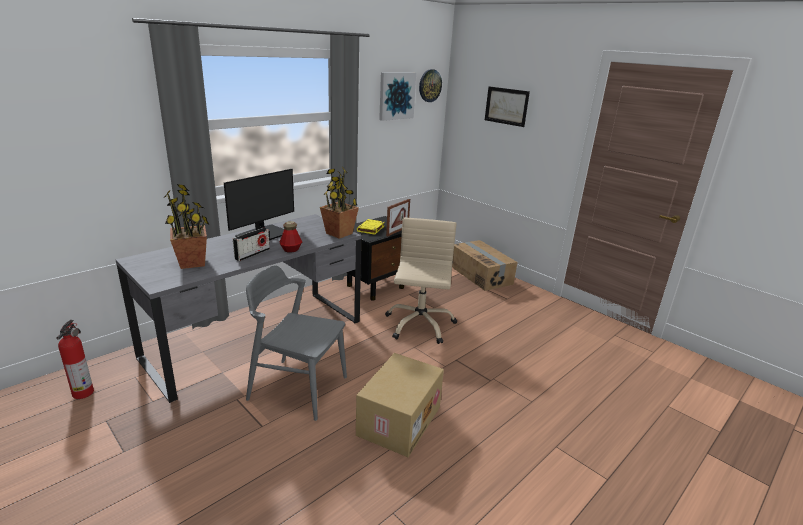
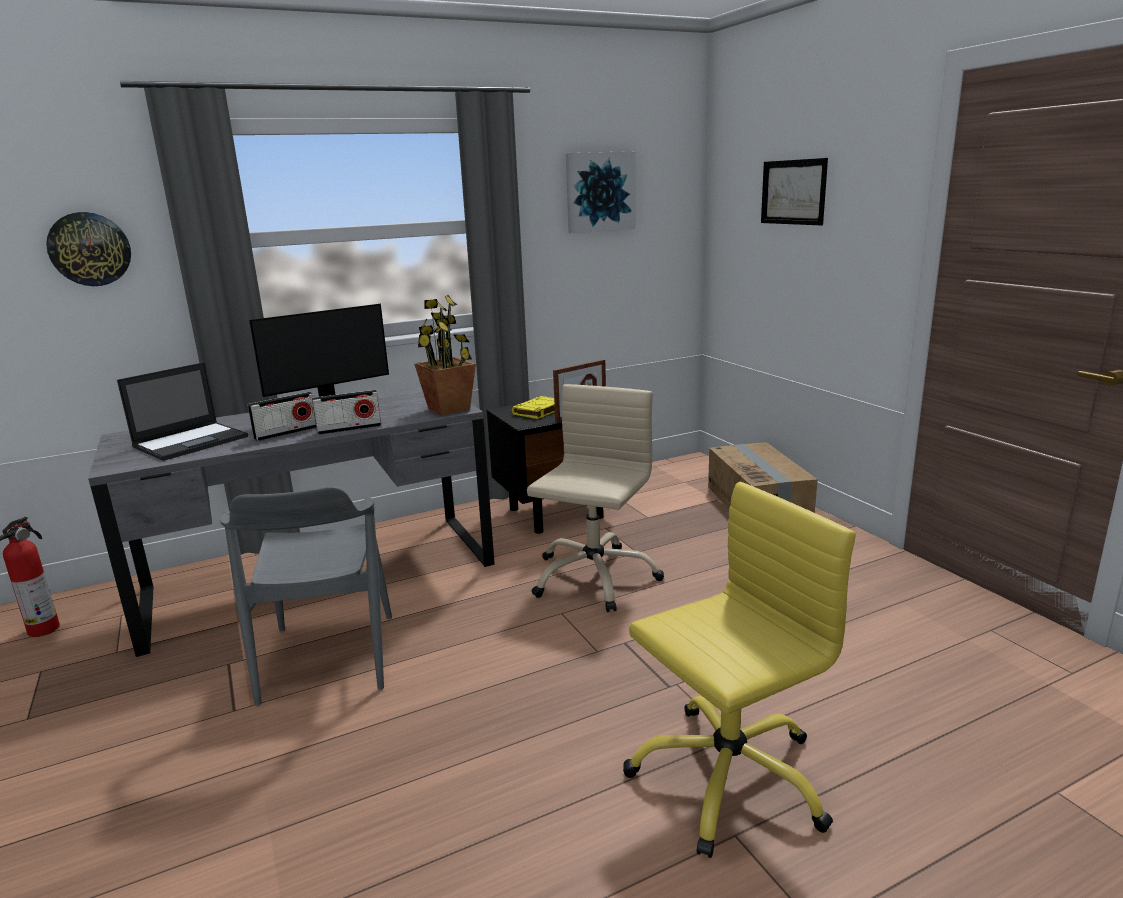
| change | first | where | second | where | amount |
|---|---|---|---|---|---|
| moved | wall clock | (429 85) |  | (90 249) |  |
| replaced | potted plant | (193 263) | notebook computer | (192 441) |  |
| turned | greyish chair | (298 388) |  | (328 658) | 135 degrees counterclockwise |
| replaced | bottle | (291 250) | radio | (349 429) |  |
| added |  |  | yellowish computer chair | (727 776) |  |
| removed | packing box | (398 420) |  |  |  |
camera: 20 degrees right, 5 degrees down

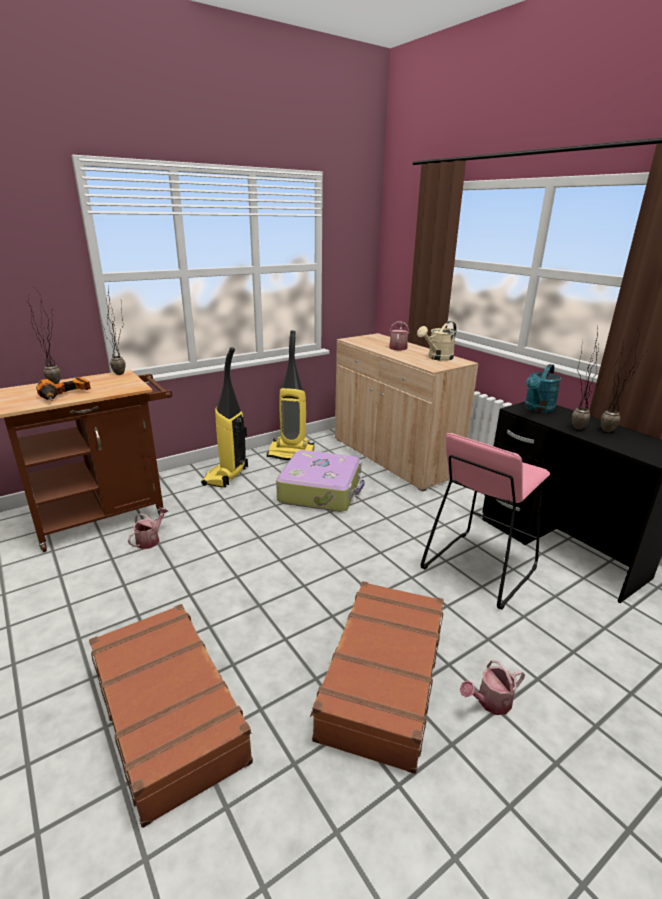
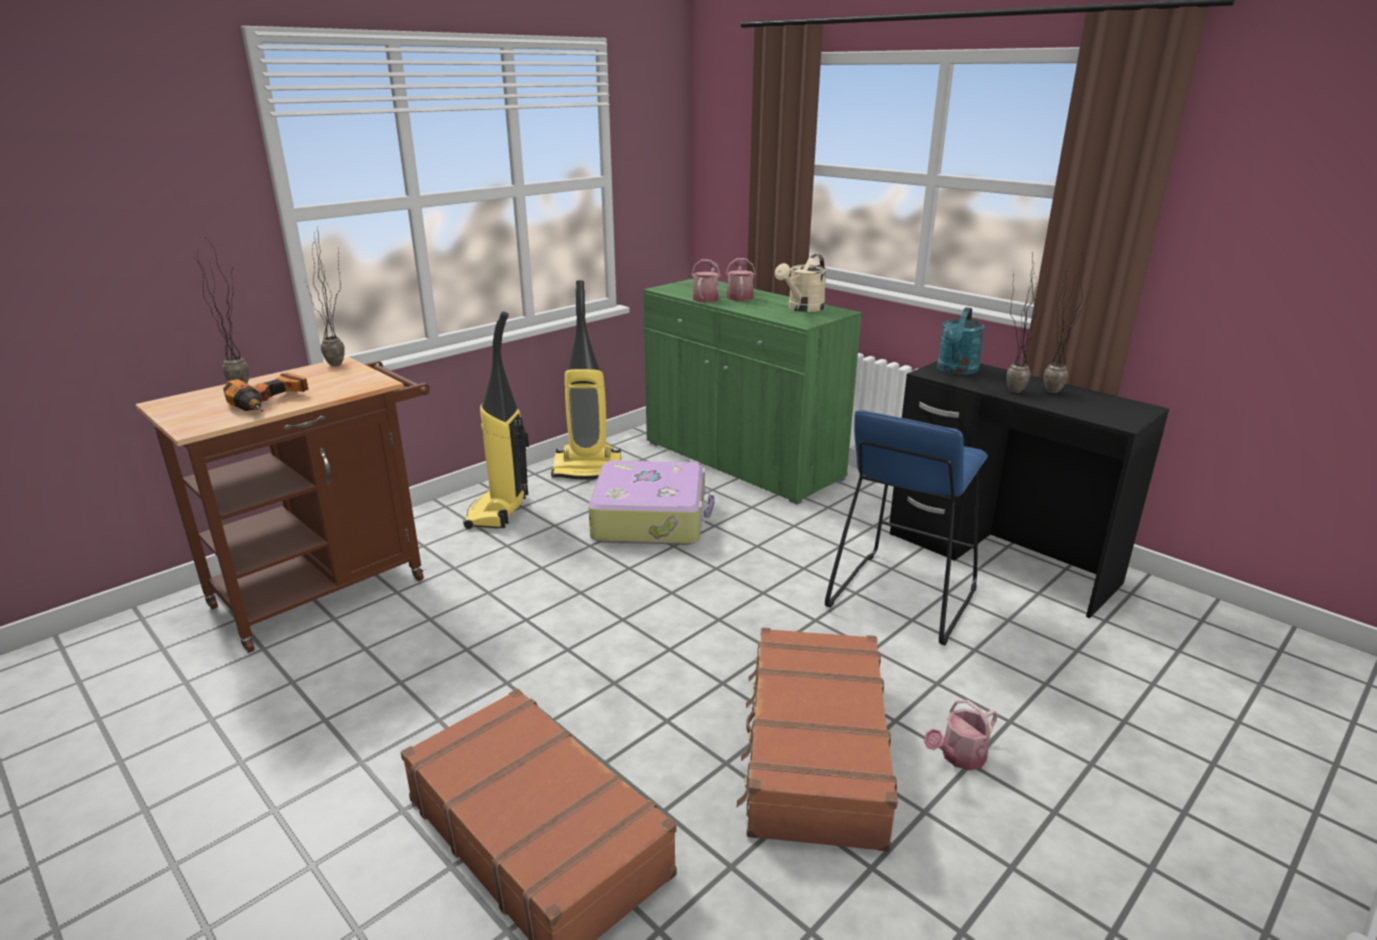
| change | first | where | second | where | amount |
|---|---|---|---|---|---|
| recoloured | beige cabinet | (393 457) | greenish cabinet | (741 461) |  |
| moved | watering can | (150 540) |  | (706 298) |  |
| recoloured | pink-coloured stool seat | (478 567) | blue-coloured stool seat | (901 596) |  |
camera: 10 degrees left, 0 degrees up

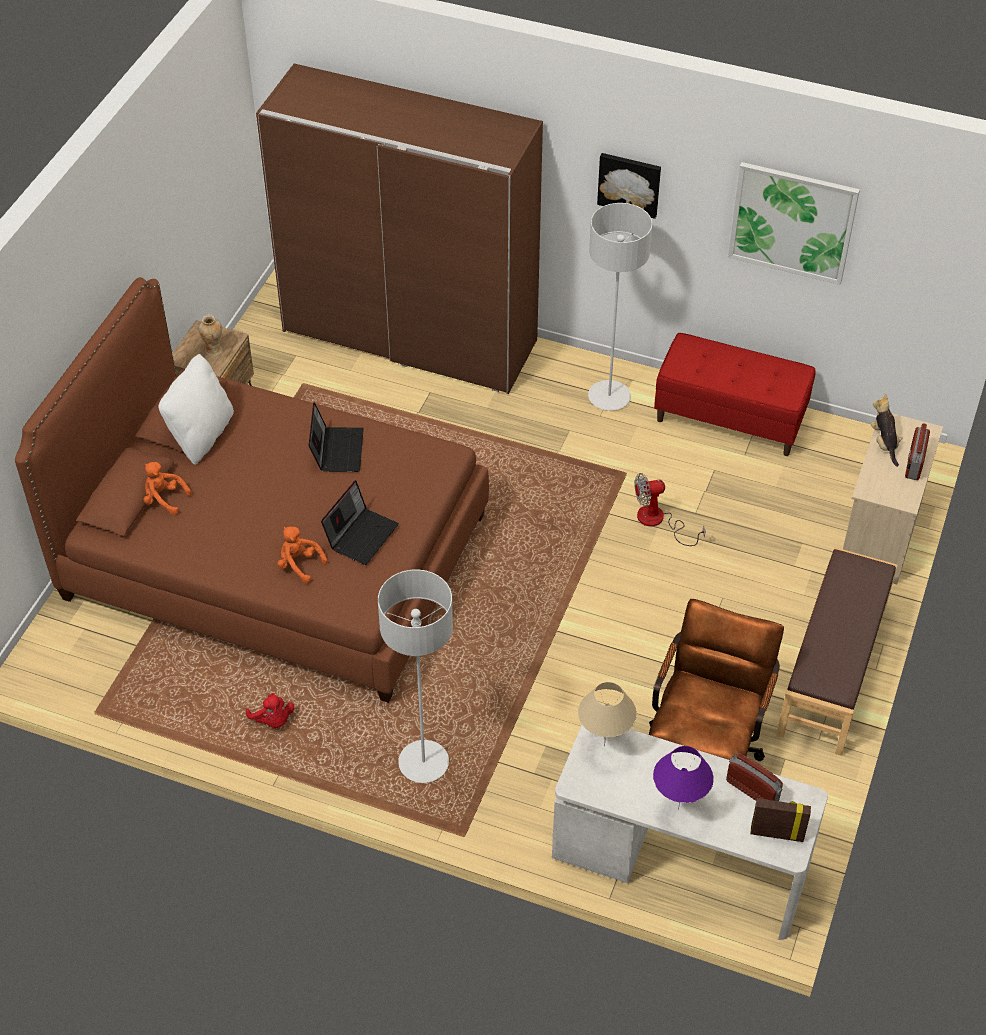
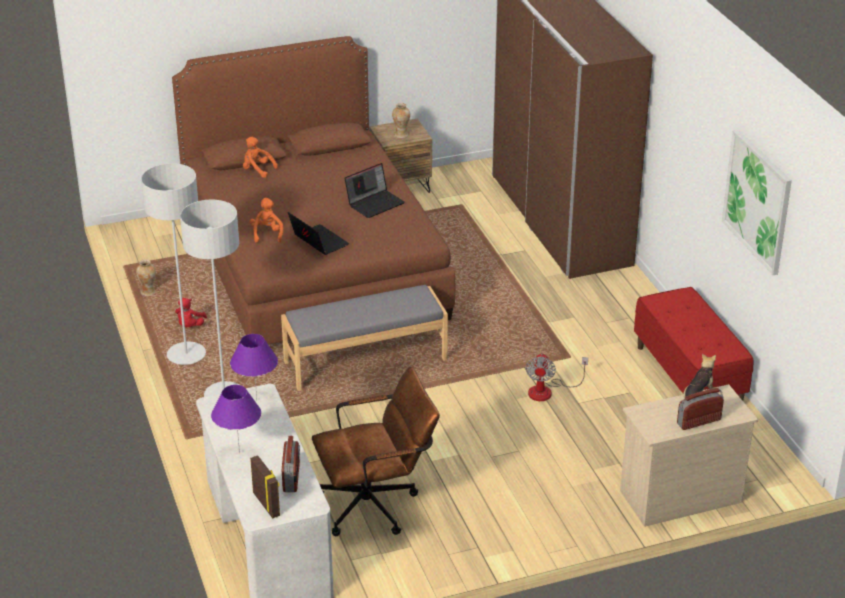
| change | first | where | second | where | amount |
|---|---|---|---|---|---|
| added |  |  | flower vase | (148 292) |  |
| moved | greyish floor lamp | (609 397) |  | (186 355) |  |
| recoloured | beige lamp for a table | (604 746) | purple-coloured lamp for a table | (256 401) |  |
| turned | orangey plush toy | (164 499) |  | (257 170) | 45 degrees counterclockwise |
| added |  |  | greyish indoor bench | (365 360) |  |
| turned | notebook computer | (361 535) |  | (318 242) | 120 degrees counterclockwise |
| turned | electric fan | (658 521) |  | (547 391) | 120 degrees counterclockwise |
| removed | white pillow | (201 436) |  |  |  |
| removed | picture | (629 183) |  |  |  |
| removed | brown-coloured indoor bench | (833 670) |  |  |  |
camera: 50 degrees right, 15 degrees down

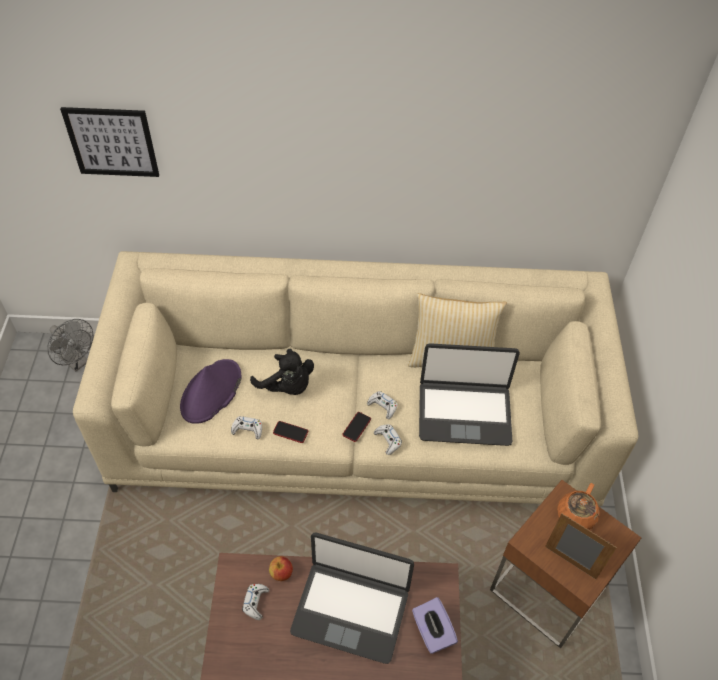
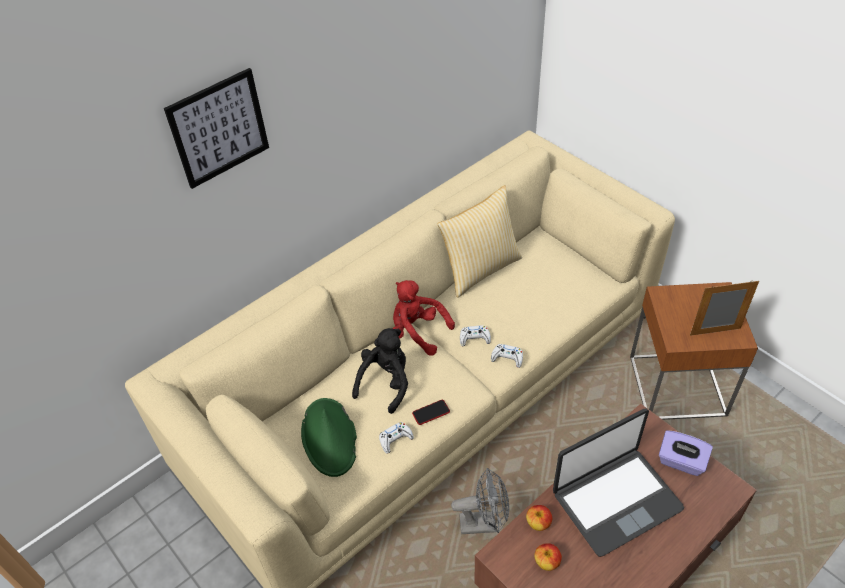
| change | first | where | second | where | amount |
|---|---|---|---|---|---|
| moved | picture | (112 142) |  | (219 128) |  |
| recoloured | purple-coloured wearable hat | (211 392) | greenish wearable hat | (329 438) |  |
| turned | black plush toy | (287 386) |  | (386 383) | 60 degrees counterclockwise |
| added |  |  | red plush toy | (417 332) |  |
| moved | greyish electric fan | (77 362) |  | (484 523) |  |
| replaced | white game controller | (255 602) | apple fruit | (547 562) |  |
| removed | handset | (356 427) |  |  |  |
| removed | notebook computer | (464 413) |  |  |  |
| removed | orangey pot for tea | (575 517) |  |  |  |
camera: 40 degrees left, 5 degrees down

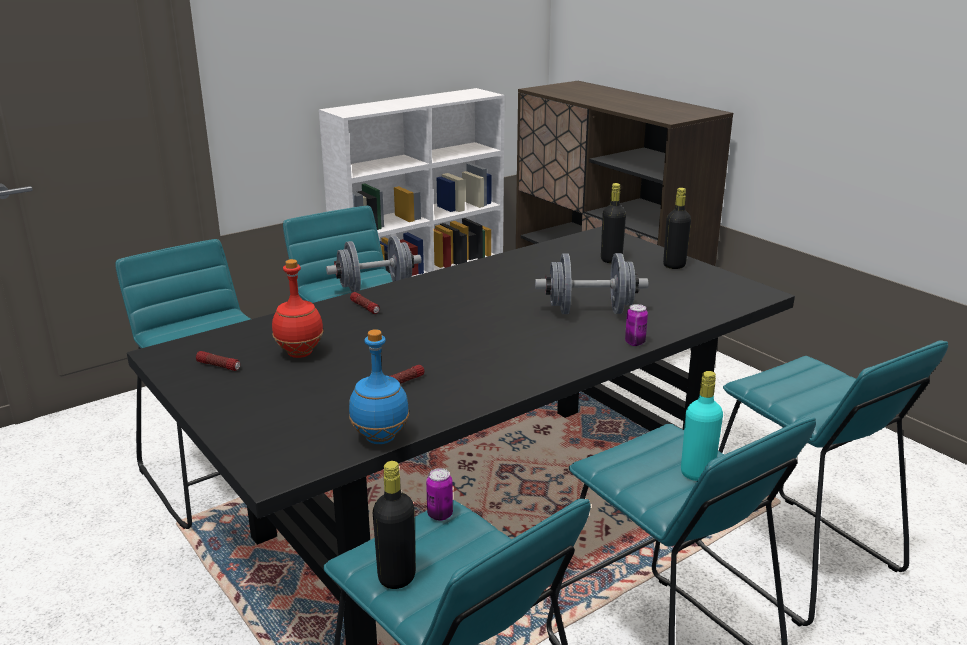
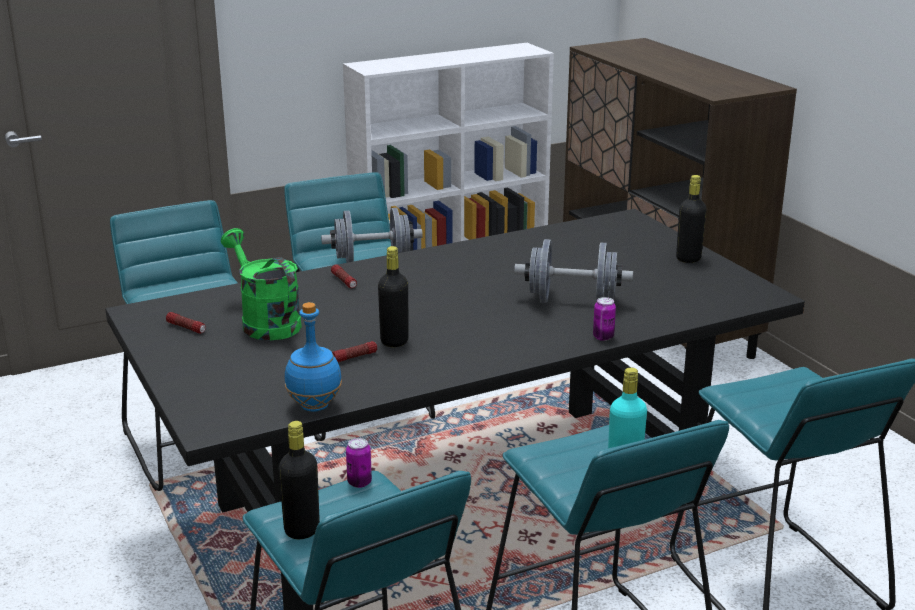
| change | first | where | second | where | amount |
|---|---|---|---|---|---|
| replaced | red bottle | (299 354) | greenish watering can | (265 322) |  |
| moved | black bottle | (611 260) |  | (394 341) |  |
camera: 10 degrees right, 0 degrees up

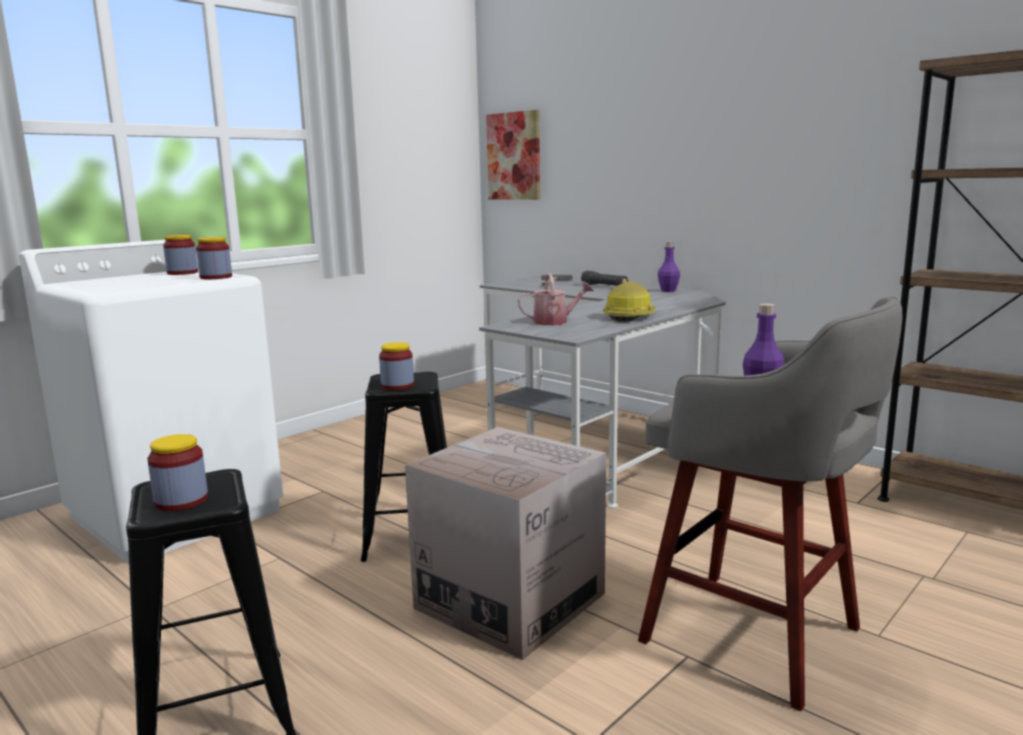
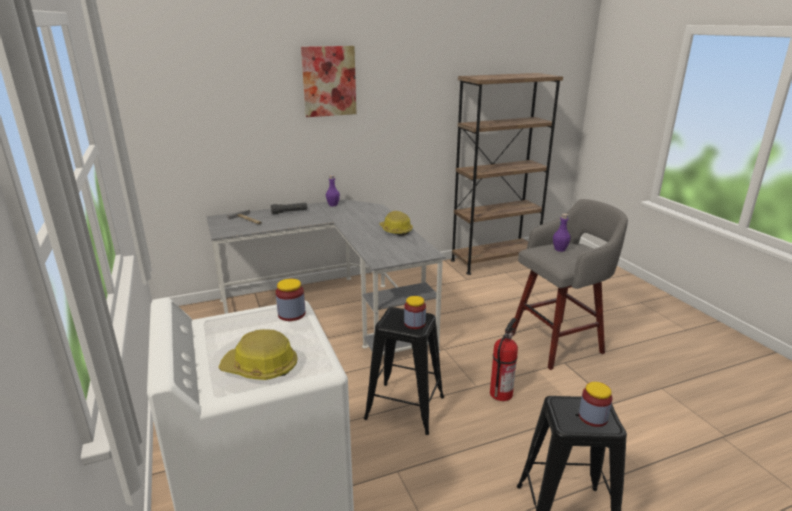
| change | first | where | second | where | amount |
|---|---|---|---|---|---|
| added |  |  | hard hat | (261 368) |  |
| moved | picture | (514 156) |  | (329 81) |  |
| replaced | packing box | (510 601) | extinguisher | (501 393) |  |
| removed | jar | (182 273) |  |  |  |
| removed | watering can | (555 322) |  |  |  |
camera: 65 degrees left, 10 degrees up

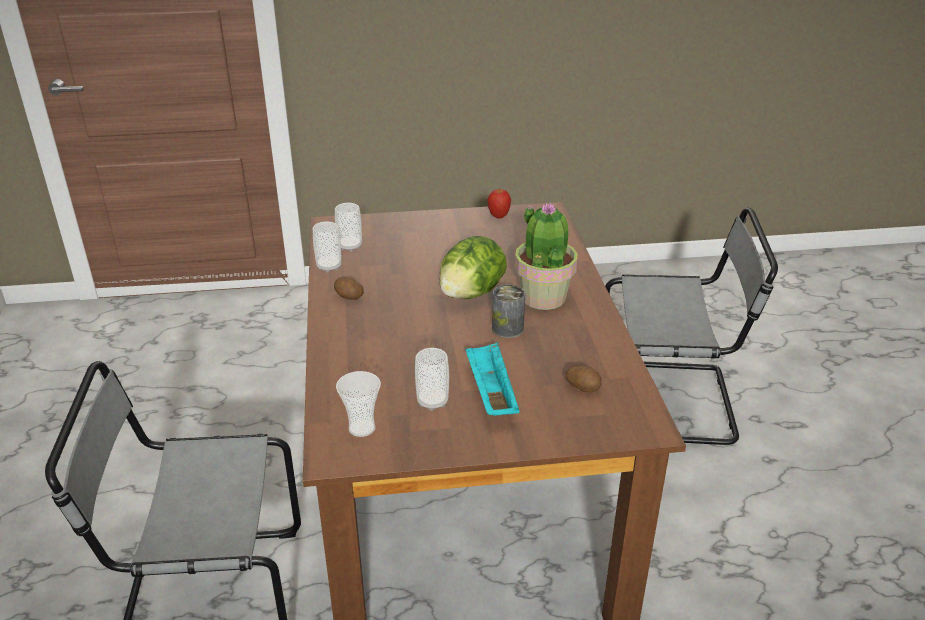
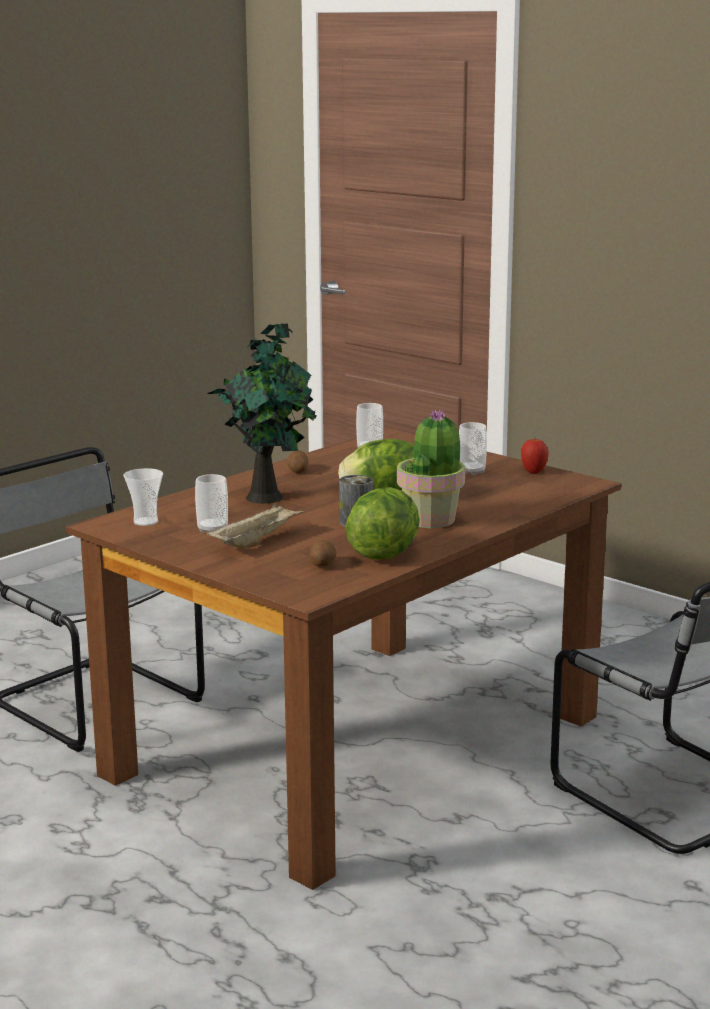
| change | first | where | second | where | amount |
|---|---|---|---|---|---|
| added |  |  | potted plant | (267 497) |  |
| recoloured | turquoise-coloured carrying tray | (490 393) | beige carrying tray | (256 541) |  |
| added |  |  | lettuce head | (384 553) |  |
| moved | cup | (329 266) |  | (471 471) |  |
camera: 50 degrees right, 15 degrees down

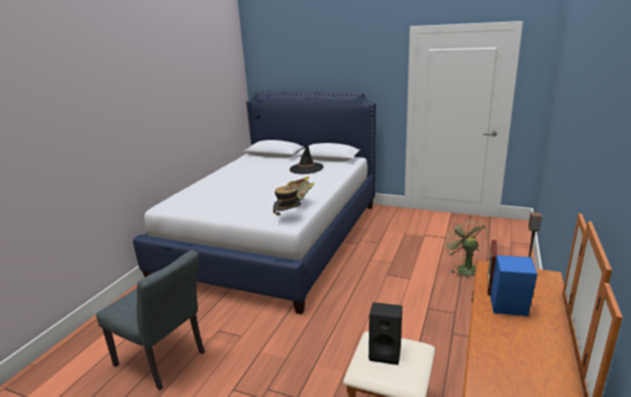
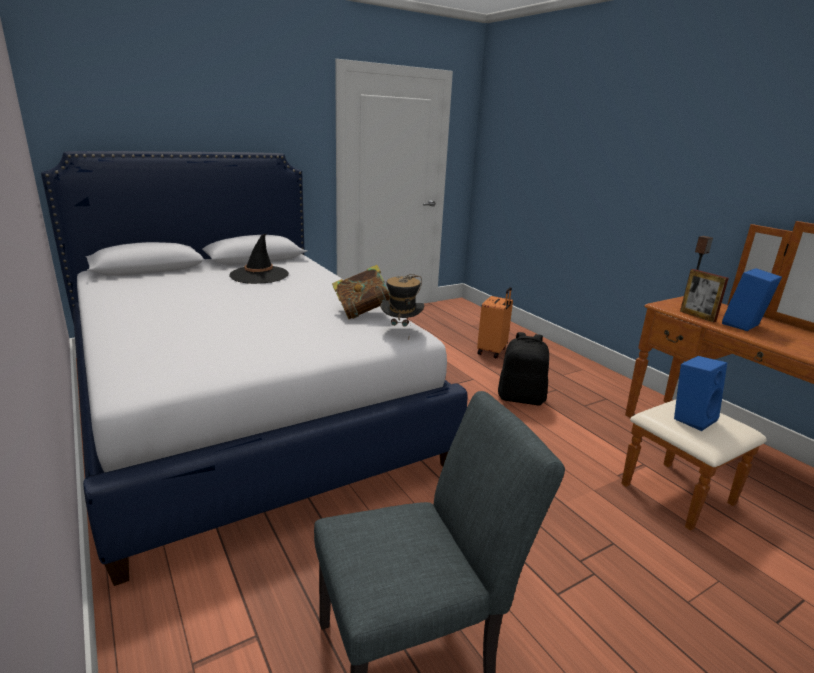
| change | first | where | second | where | amount |
|---|---|---|---|---|---|
| replaced | greenish electric fan | (464 268) | orangey travel case | (492 351) |  |
| added |  |  | black knapsack | (521 398) |  |
| recoloured | black audio speaker | (386 352) | blue-coloured audio speaker | (691 418) |  |
camera: 55 degrees left, 0 degrees up

